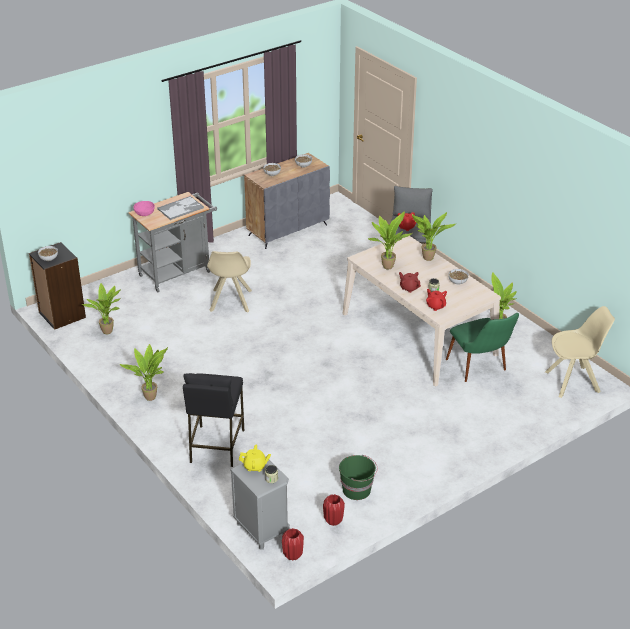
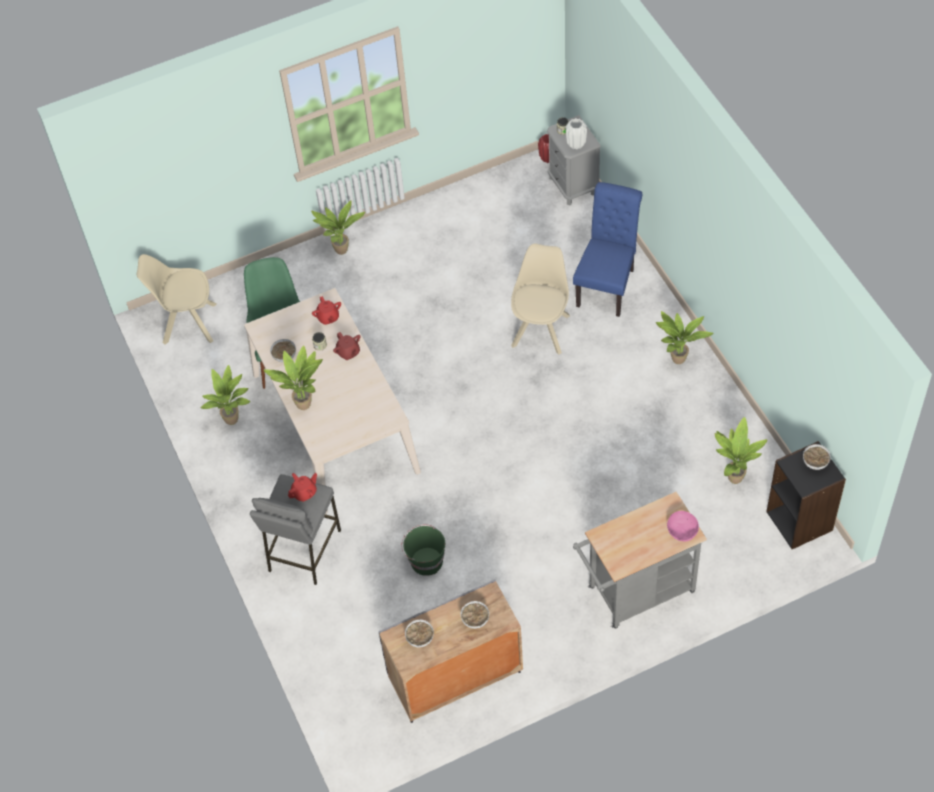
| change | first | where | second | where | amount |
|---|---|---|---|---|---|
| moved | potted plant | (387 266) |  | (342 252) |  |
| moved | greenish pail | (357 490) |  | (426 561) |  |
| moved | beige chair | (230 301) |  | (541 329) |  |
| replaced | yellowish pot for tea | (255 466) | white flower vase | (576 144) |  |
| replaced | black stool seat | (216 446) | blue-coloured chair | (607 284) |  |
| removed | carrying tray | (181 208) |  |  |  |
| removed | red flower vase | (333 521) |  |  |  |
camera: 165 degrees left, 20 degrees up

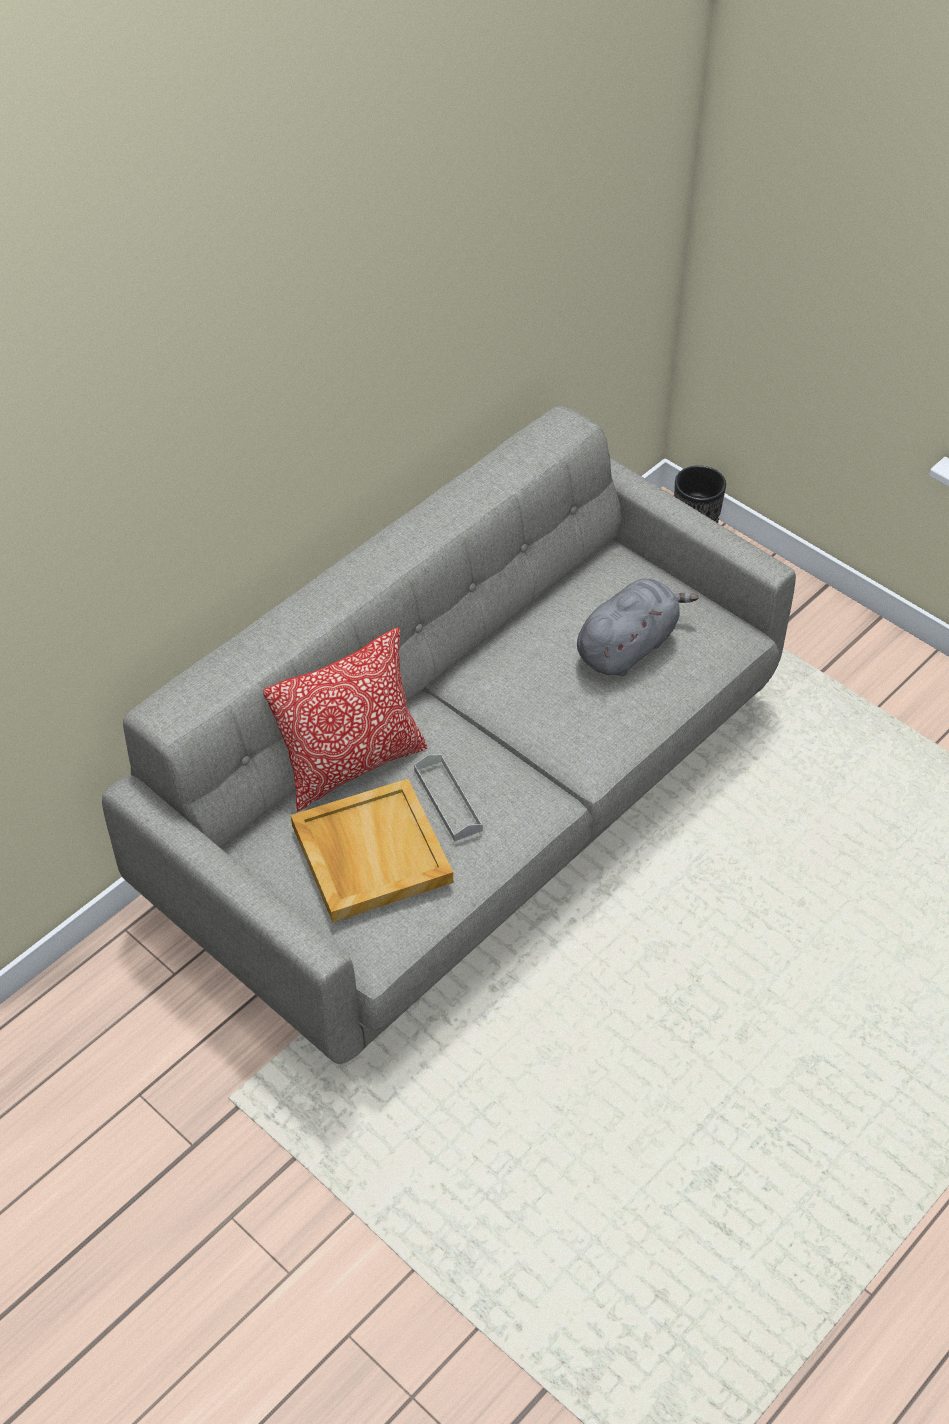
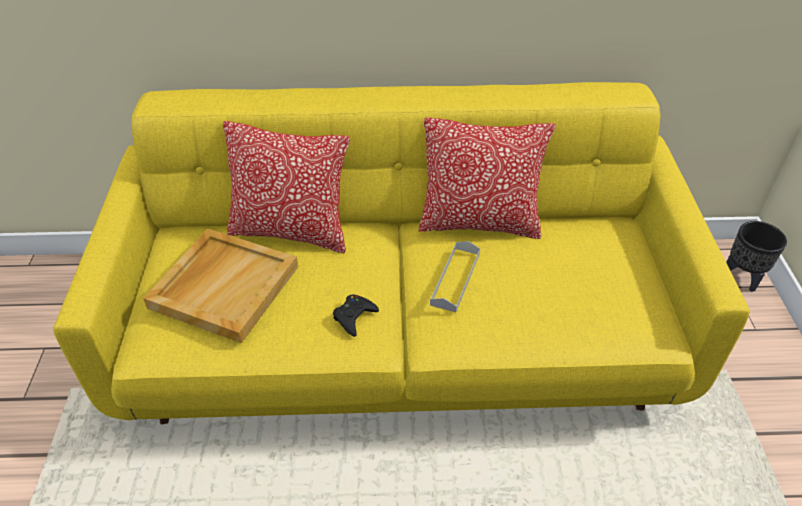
| change | first | where | second | where | amount |
|---|---|---|---|---|---|
| recoloured | greyish sofa | (473 805) | yellowish sofa | (401 336) |  |
| added |  |  | black game controller | (354 317) |  |
| added |  |  | pillow | (479 223) |  |
| moved | greyish carrying tray | (448 800) |  | (455 279) |  |
| removed | greyish plush toy | (628 646) |  |  |  |
camera: 45 degrees right, 5 degrees down

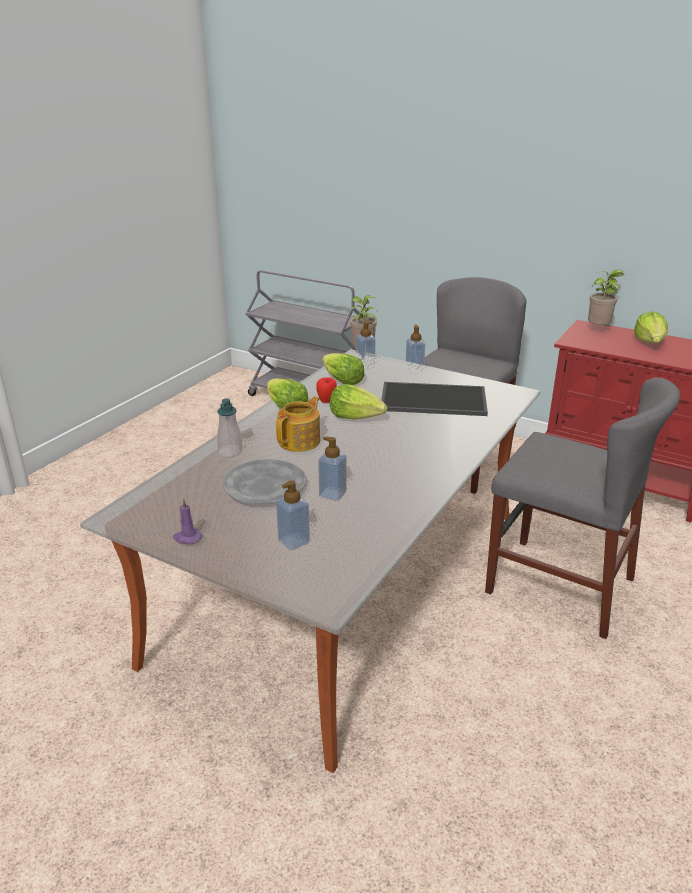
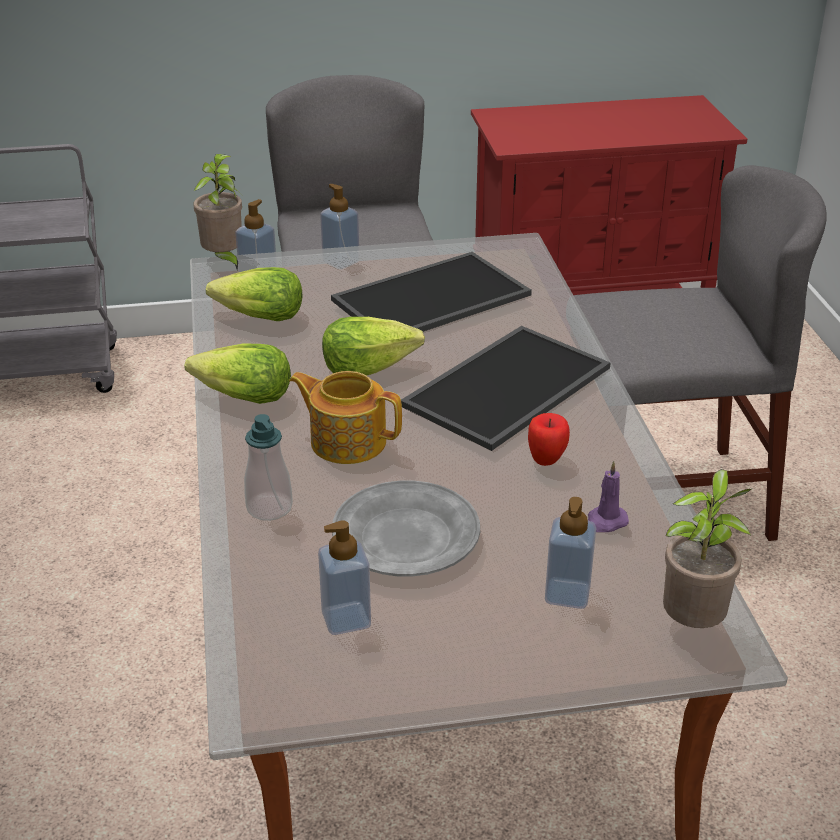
| change | first | where | second | where | amount |
|---|---|---|---|---|---|
| turned | pot for tea | (300 441) |  | (347 441) | 60 degrees counterclockwise |
| moved | soap dispenser | (332 494) |  | (346 619) |  |
| added |  |  | carrying tray | (508 388) |  |
| moved | apple fruit | (326 401) |  | (546 461) |  |
| moved | purple-coloured wax light | (187 538) |  | (605 522) |  |
| moved | potted plant | (599 330) |  | (693 624) |  |
| removed | lettuce head | (650 343) |  |  |  |
camera: 40 degrees left, 5 degrees up

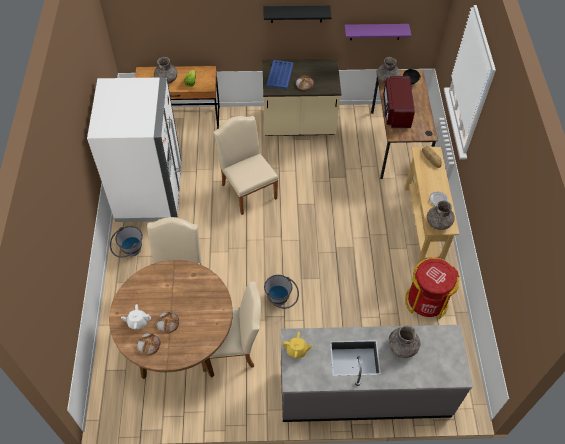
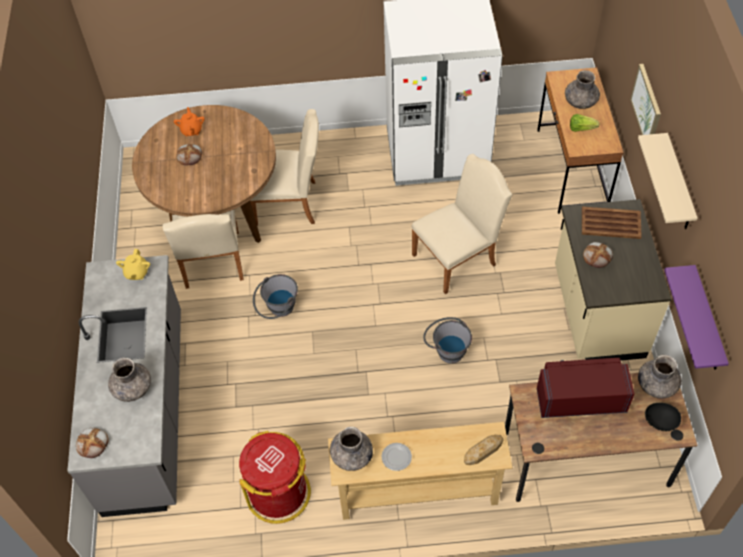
| change | first | where | second | where | amount |
|---|---|---|---|---|---|
| moved | bakery bread | (148 344) |  | (93 443) |  |
| recoloured | white pot for tea | (138 322) | orangey pot for tea | (191 130) |  |
| moved | greyish pail | (129 251) |  | (446 349) |  |
| recoloured | blue-coloured carrying tray | (280 75) | brown-coloured carrying tray | (610 223) |  |
| added |  |  | picture | (646 106) |  |
| recoloured | black shelf | (296 14) | beige shelf | (678 185) |  |
camera: 90 degrees right, 0 degrees up

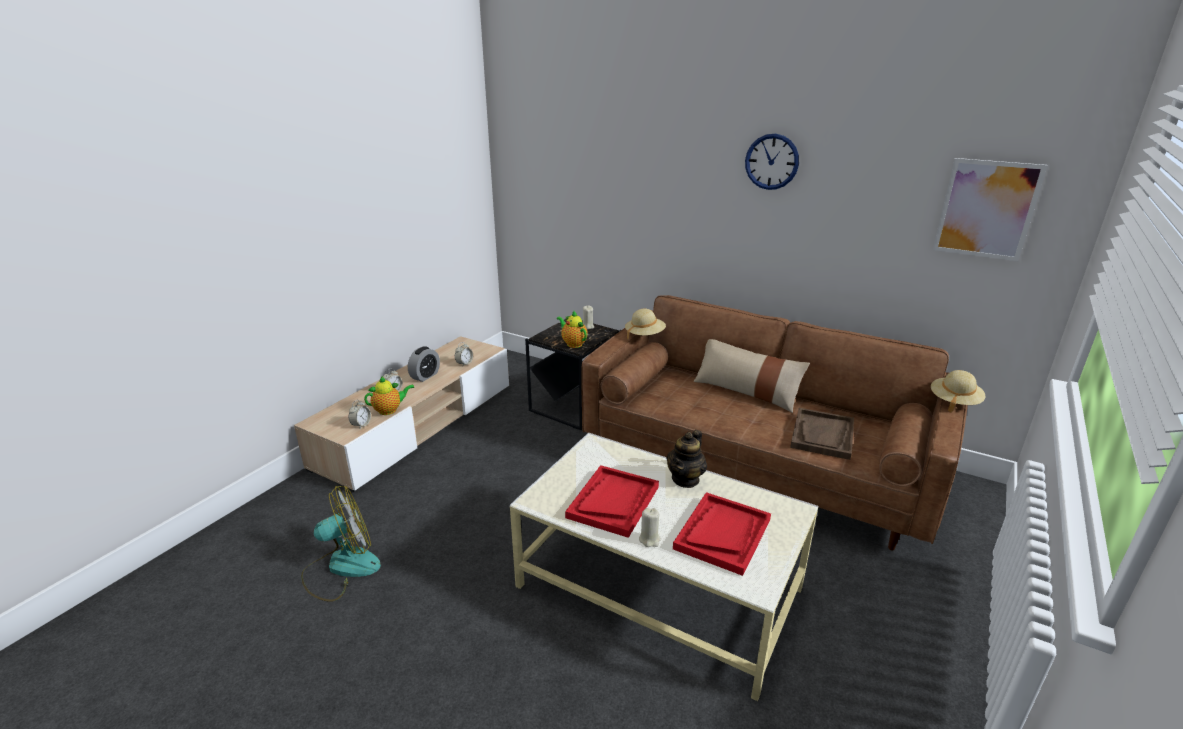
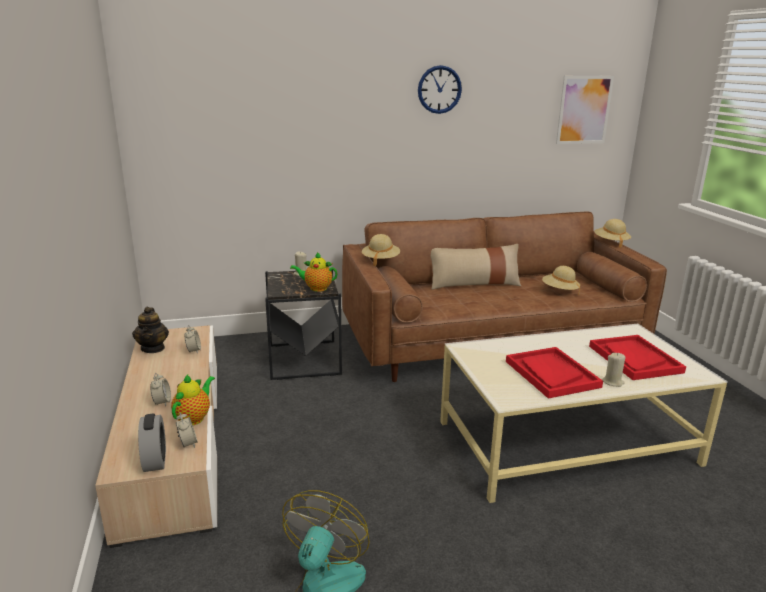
| change | first | where | second | where | amount |
|---|---|---|---|---|---|
| moved | pot for tea | (685 479) |  | (153 348) |  |
| moved | table clock | (425 376) |  | (155 460) |  |
| replaced | brown-coloured carrying tray | (822 435) | beige wearable hat | (559 291) |  |
camera: 45 degrees left, 5 degrees down

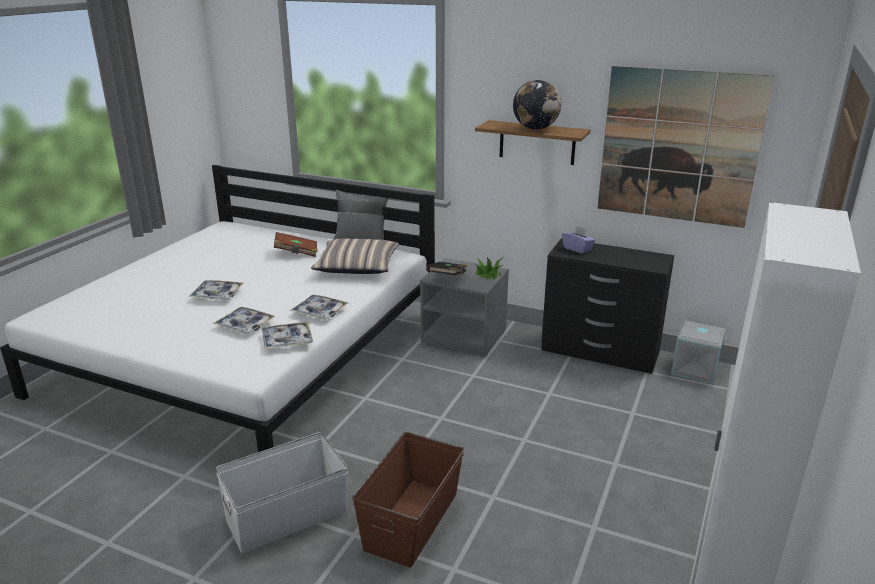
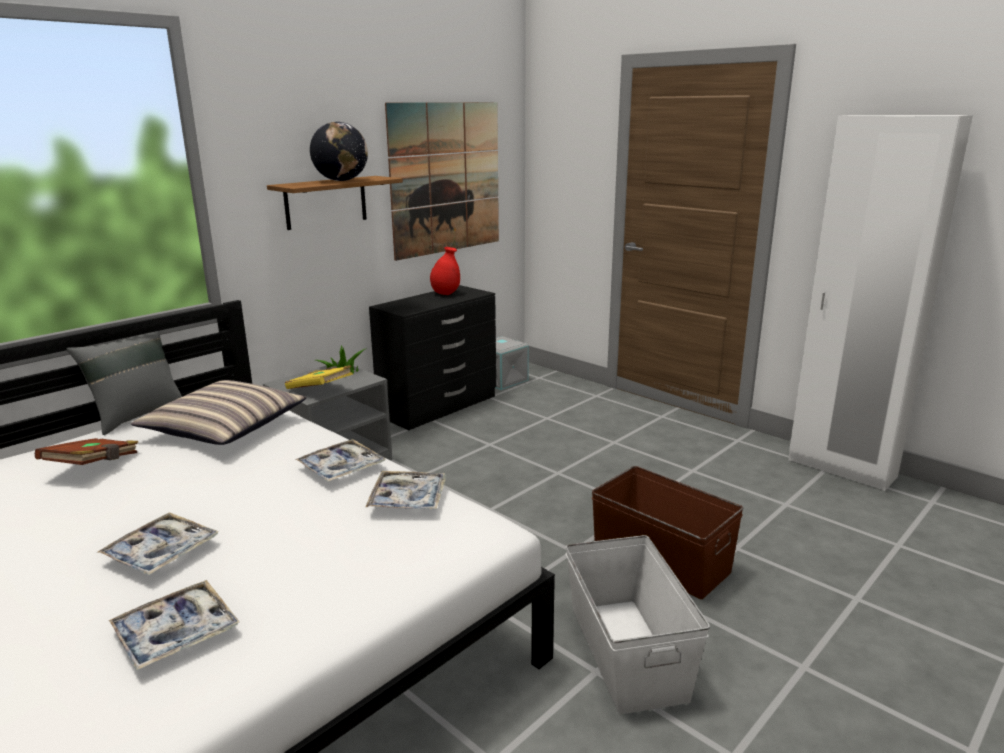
| change | first | where | second | where | amount |
|---|---|---|---|---|---|
| moved | carrying tray | (244 325) |  | (176 633) |  |
| recoloured | black book | (448 277) | yellowish book | (321 390) |  |
| added |  |  | red flower vase | (445 294) |  |
| removed | purple-coloured tissue box | (577 249) |  |  |  |
camera: 70 degrees left, 5 degrees down

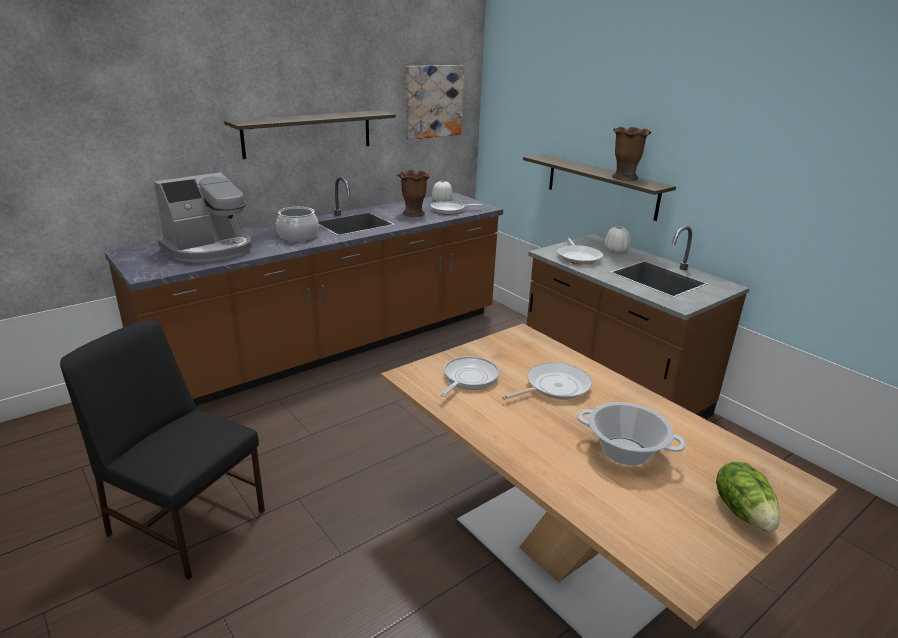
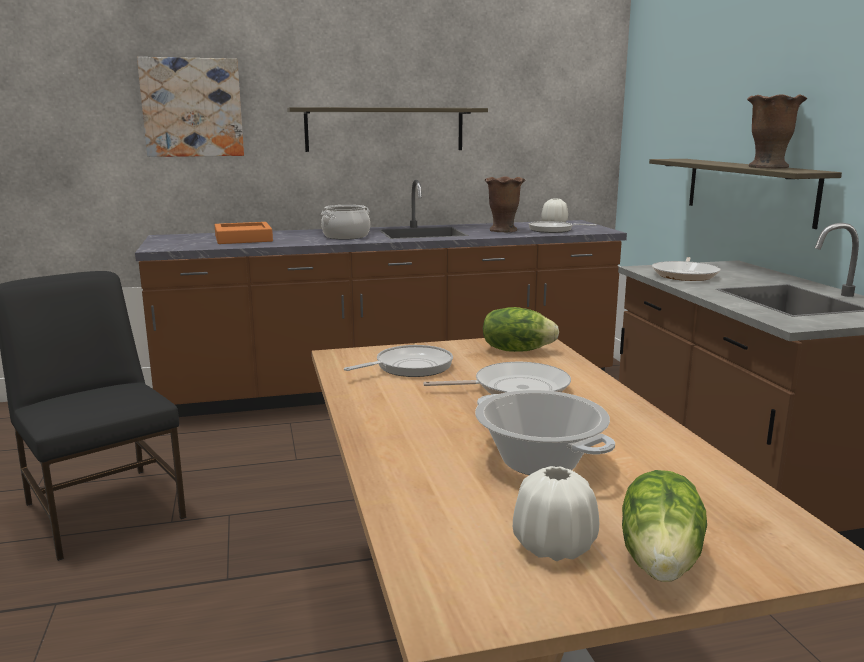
| change | first | where | second | where | amount |
|---|---|---|---|---|---|
| moved | picture | (433 101) |  | (192 108) |  |
| replaced | coffee maker | (209 249) | orangey carrying tray | (243 239) |  |
| added |  |  | lettuce head | (516 350) |  |
| moved | white flower vase | (616 250) |  | (553 546) |  |
camera: 25 degrees right, 10 degrees down

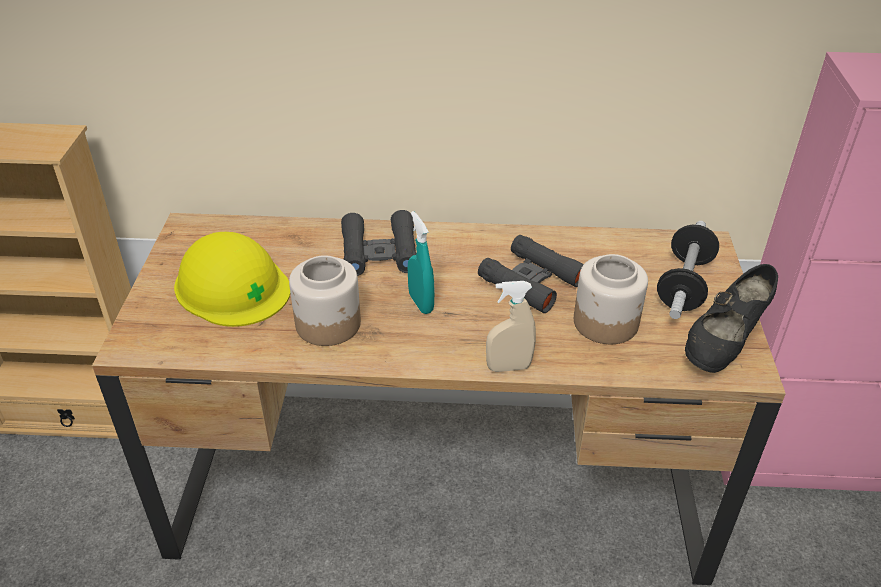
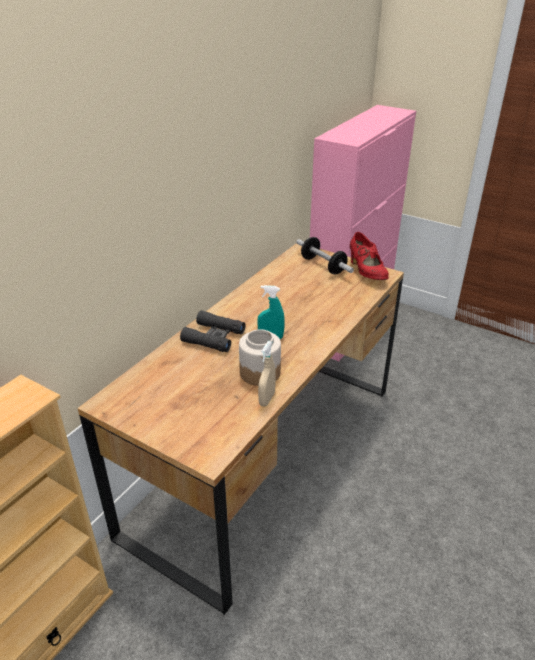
| change | first | where | second | where | amount |
|---|---|---|---|---|---|
| moved | beige spray bottle | (508 367) |  | (267 399) |  |
| recoloured | black shoe | (723 343) | red shoe | (366 272) |  |
| removed | yellowish hard hat | (232 286) |  |  |  |
| removed | black binoculars | (531 281) |  |  |  |
| removed | jar | (606 322) |  |  |  |
camera: 60 degrees left, 5 degrees down

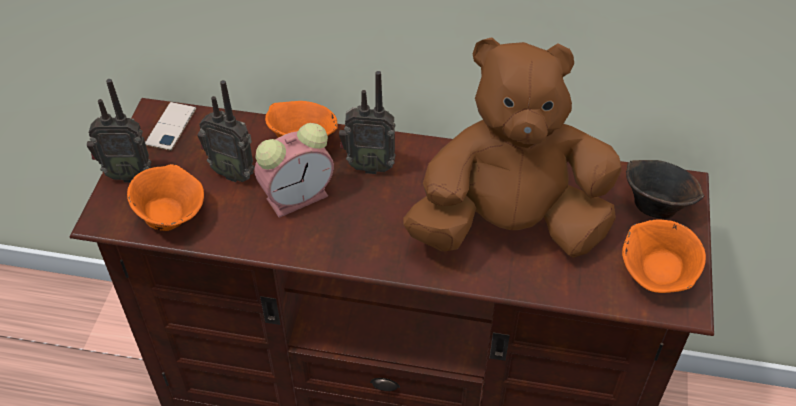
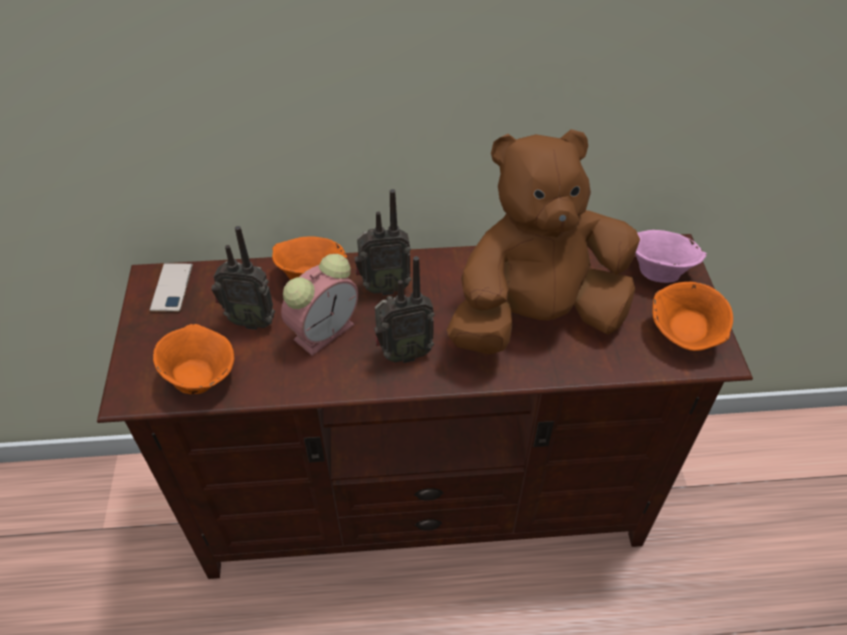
| change | first | where | second | where | amount |
|---|---|---|---|---|---|
| moved | radio | (128 174) |  | (403 353) |  |
| recoloured | brown-coloured serving bowl | (655 205) | pink-coloured serving bowl | (657 271) |  |
camera: 15 degrees left, 0 degrees up

